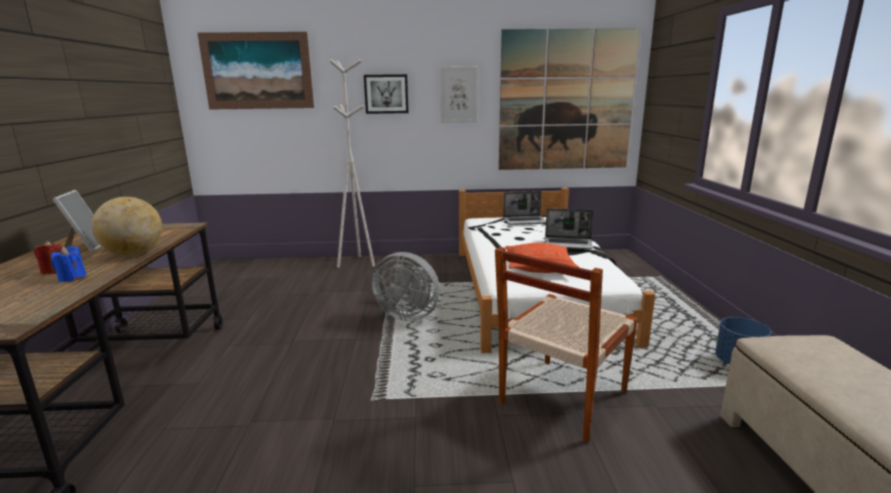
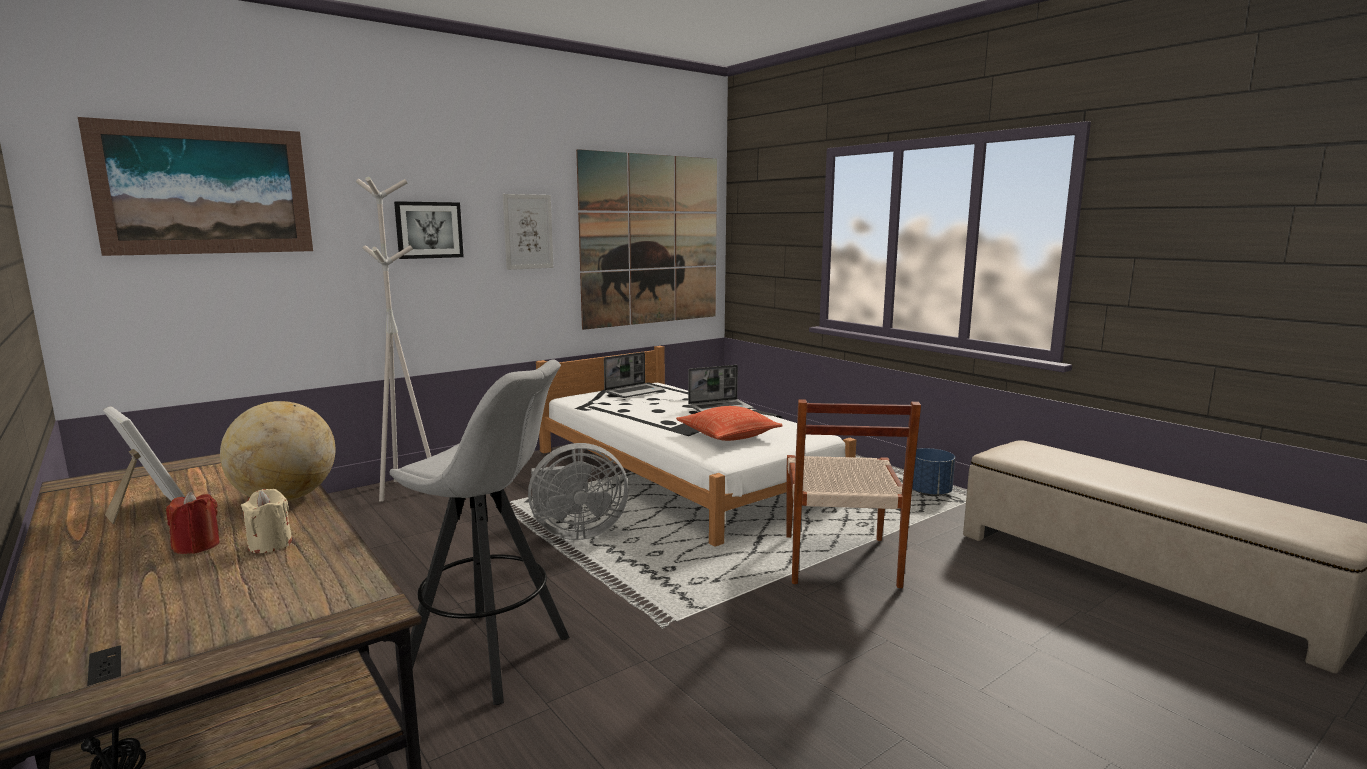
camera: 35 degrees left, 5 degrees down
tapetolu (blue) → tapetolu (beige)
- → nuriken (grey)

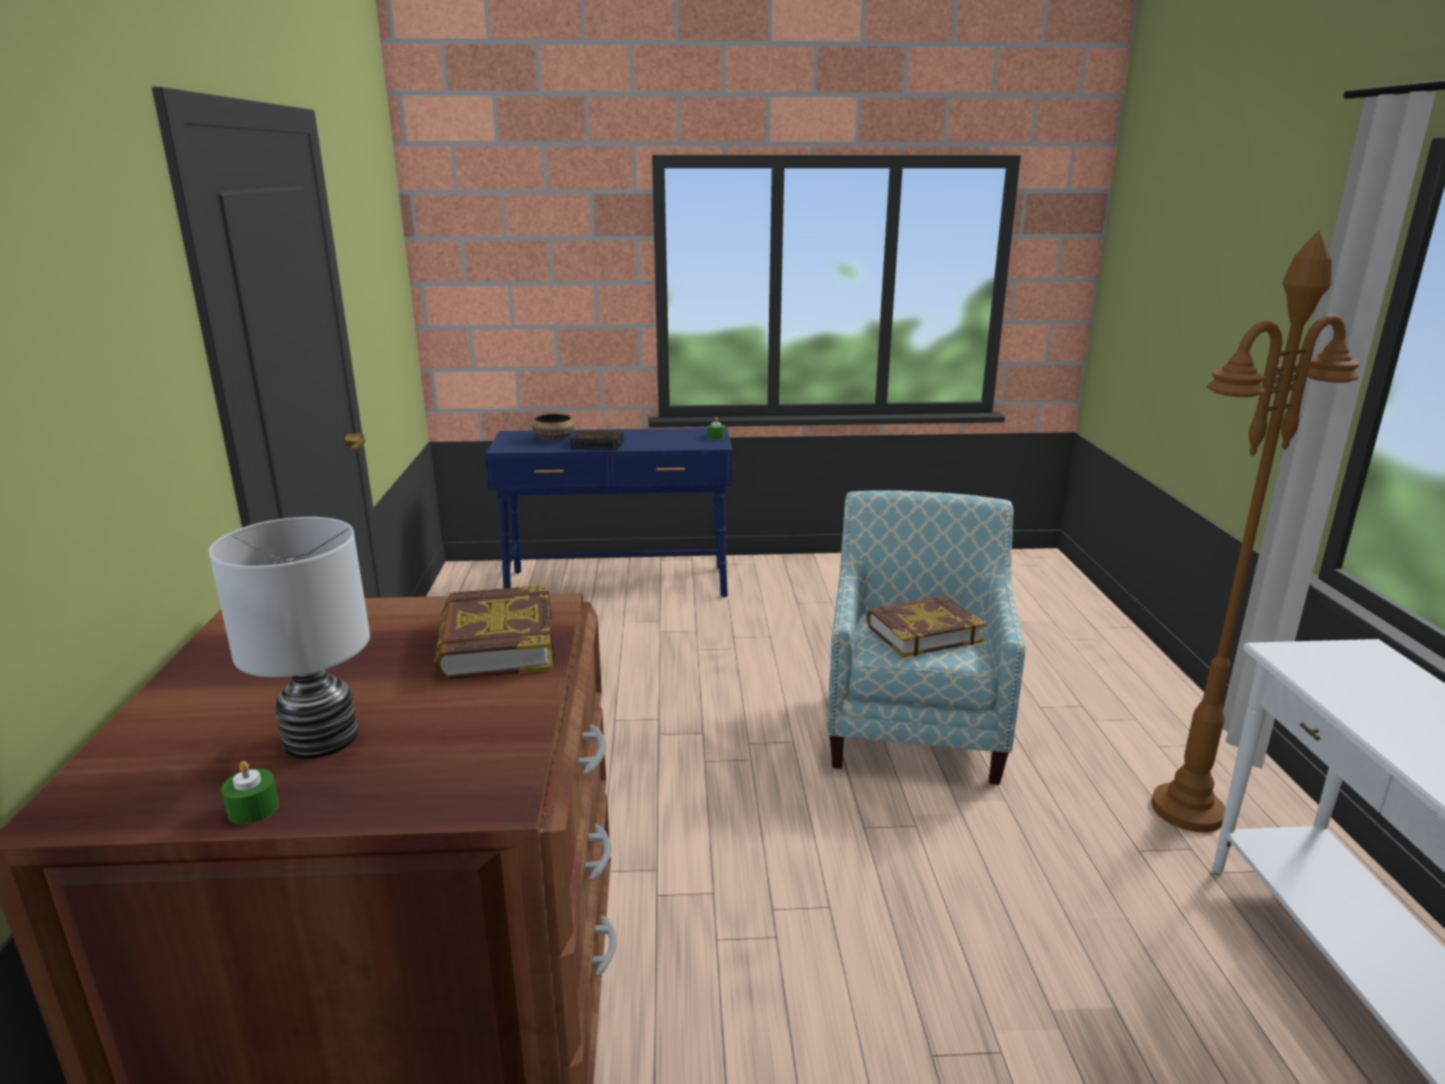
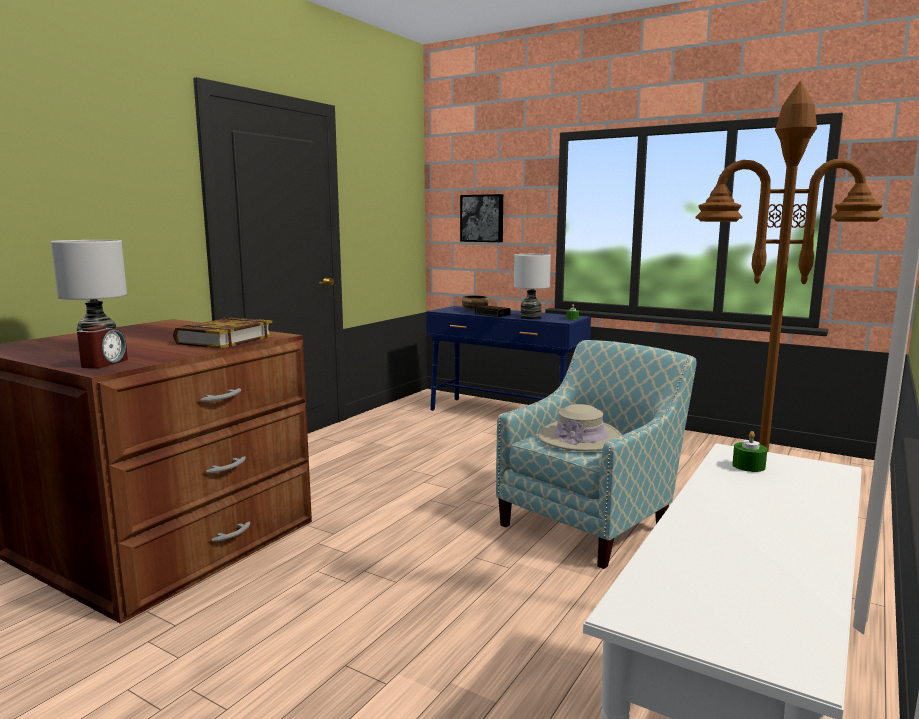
camera: 35 degrees right, 10 degrees down
- → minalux (1st from left)
- → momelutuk
- → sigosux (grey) (2nd from left)
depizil (2nd from left) → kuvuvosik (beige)
tapetolu (green) (1st from left in the first image) → tapetolu (green) (2nd from left), moved

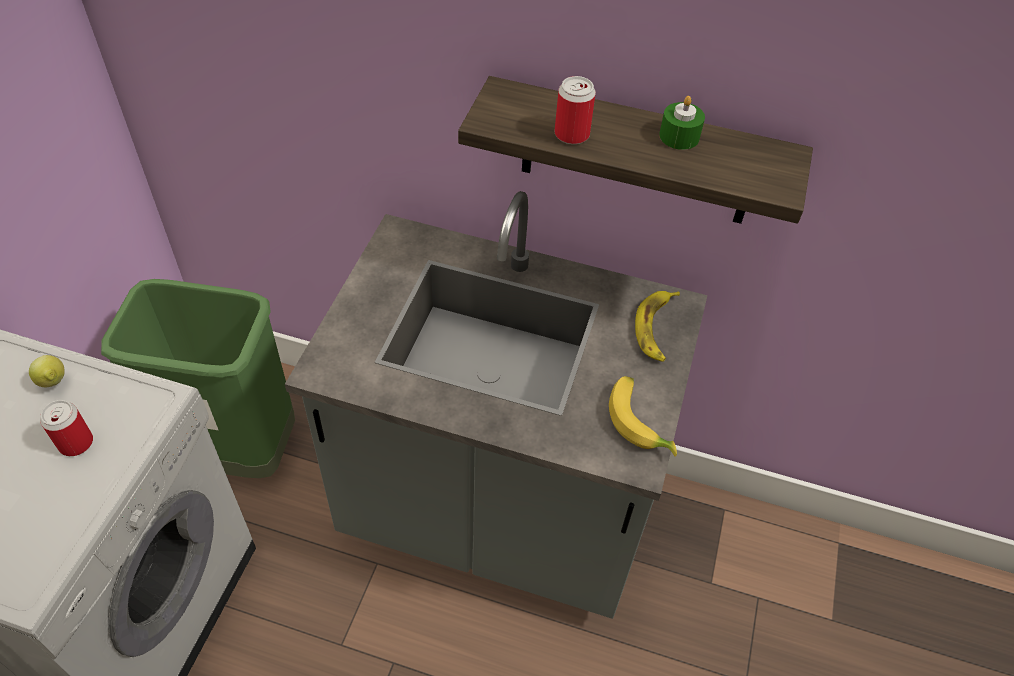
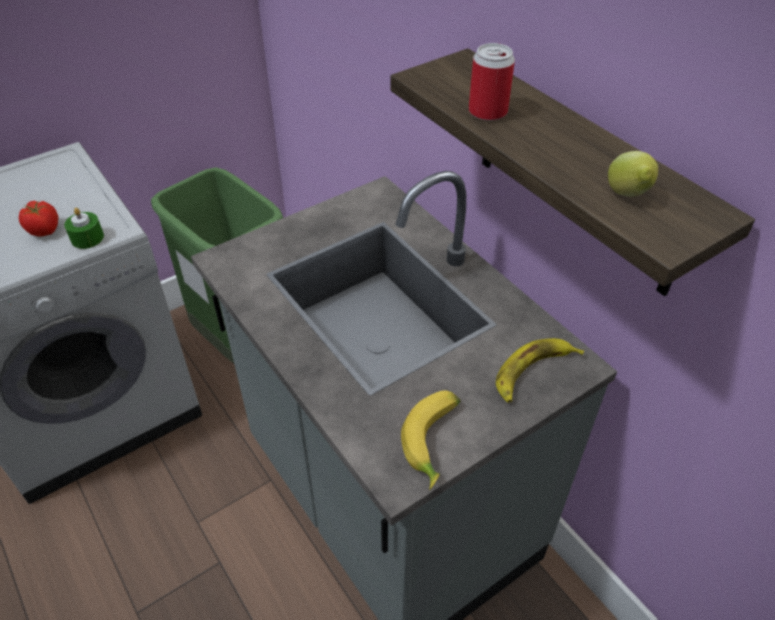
camera: 40 degrees right, 5 degrees down
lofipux (1st from left) → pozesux
tapetolu (green), moved
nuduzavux, moved

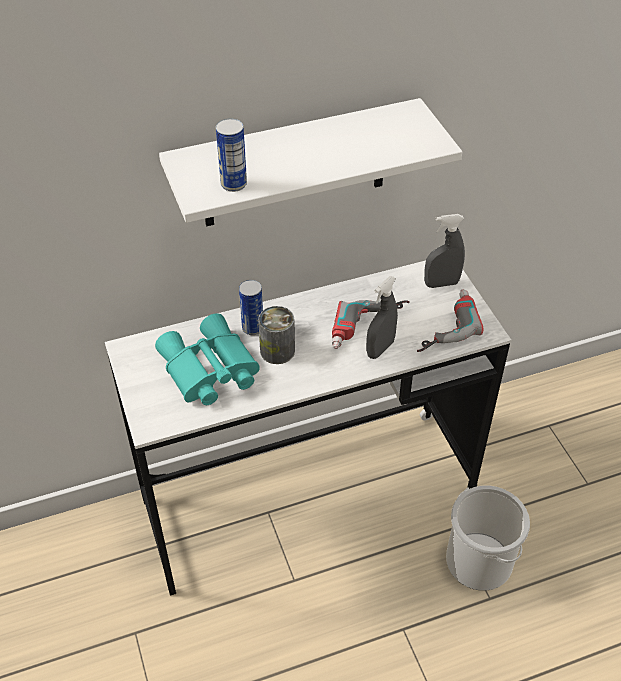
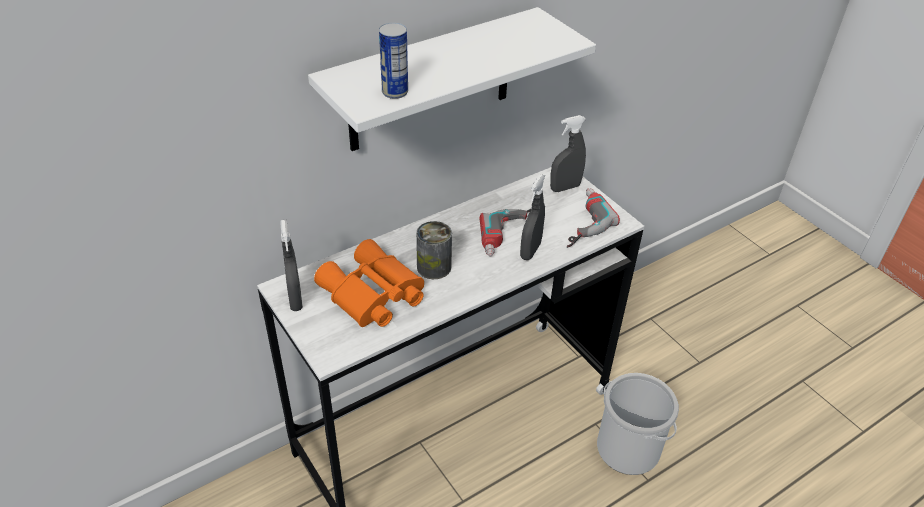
camera: 15 degrees left, 5 degrees down
- → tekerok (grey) (1st from left)
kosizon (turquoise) → kosizon (orange)
lofipux (2nd from left) → -

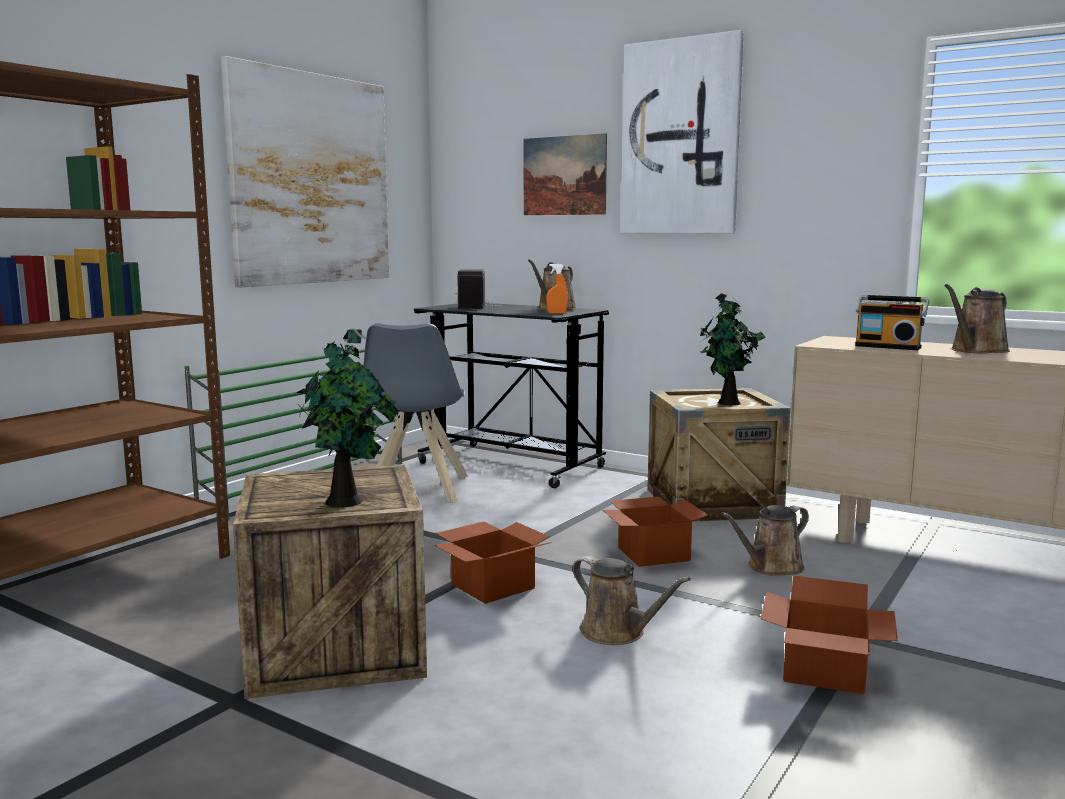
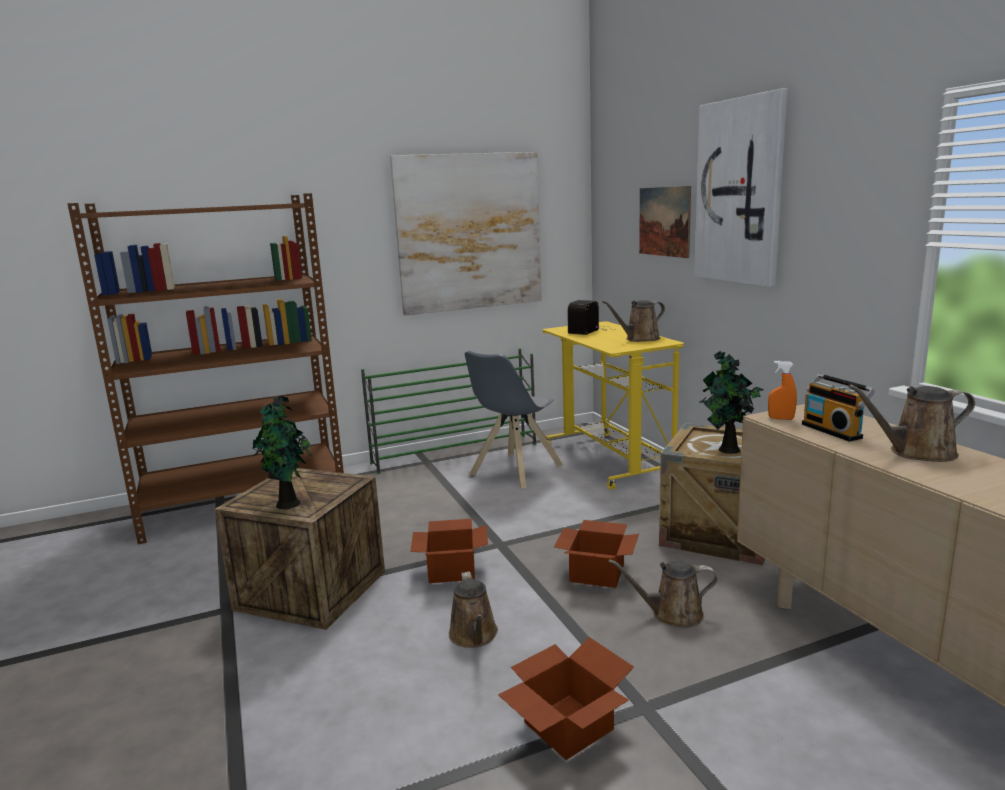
camera: 35 degrees right, 5 degrees up
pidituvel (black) → pidituvel (yellow)
tekerok (orange), moved

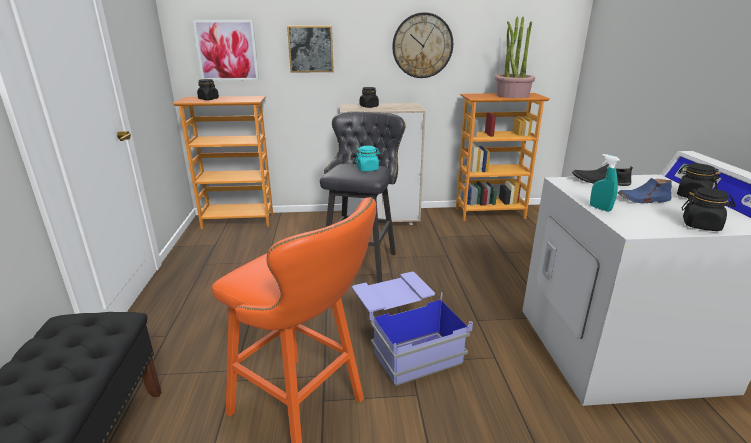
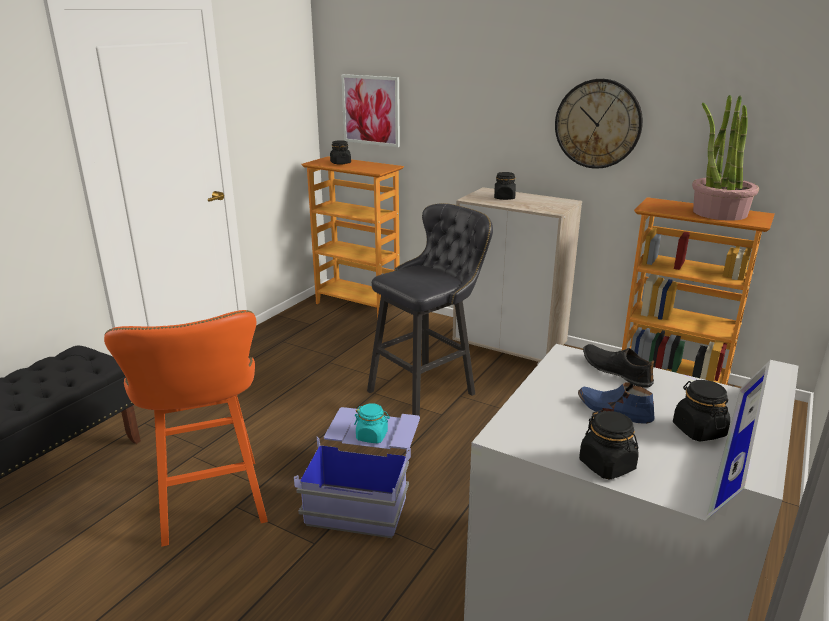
camera: 35 degrees right, 0 degrees up
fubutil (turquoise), moved
momelutuk (2nd from left) → -
tekerok (turquoise) → -

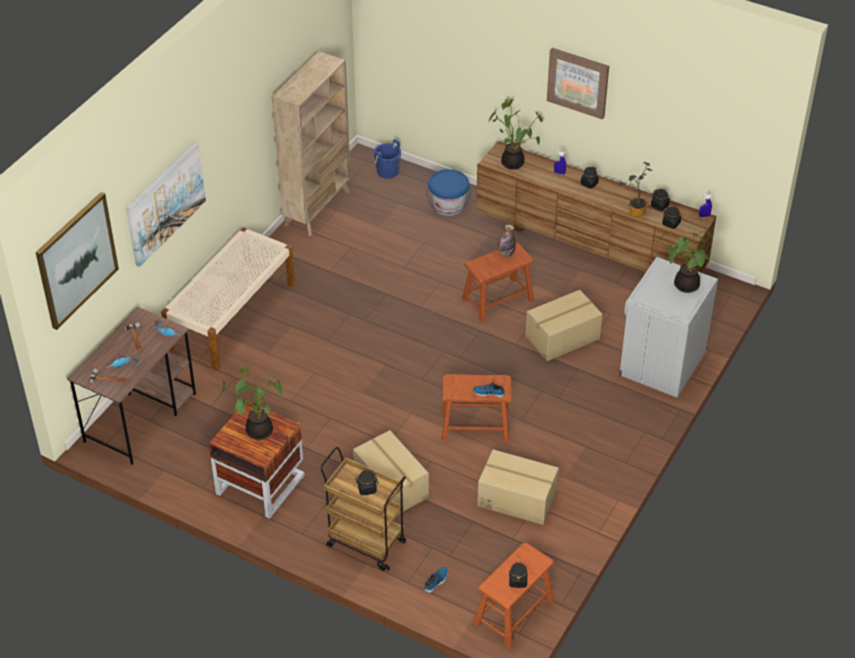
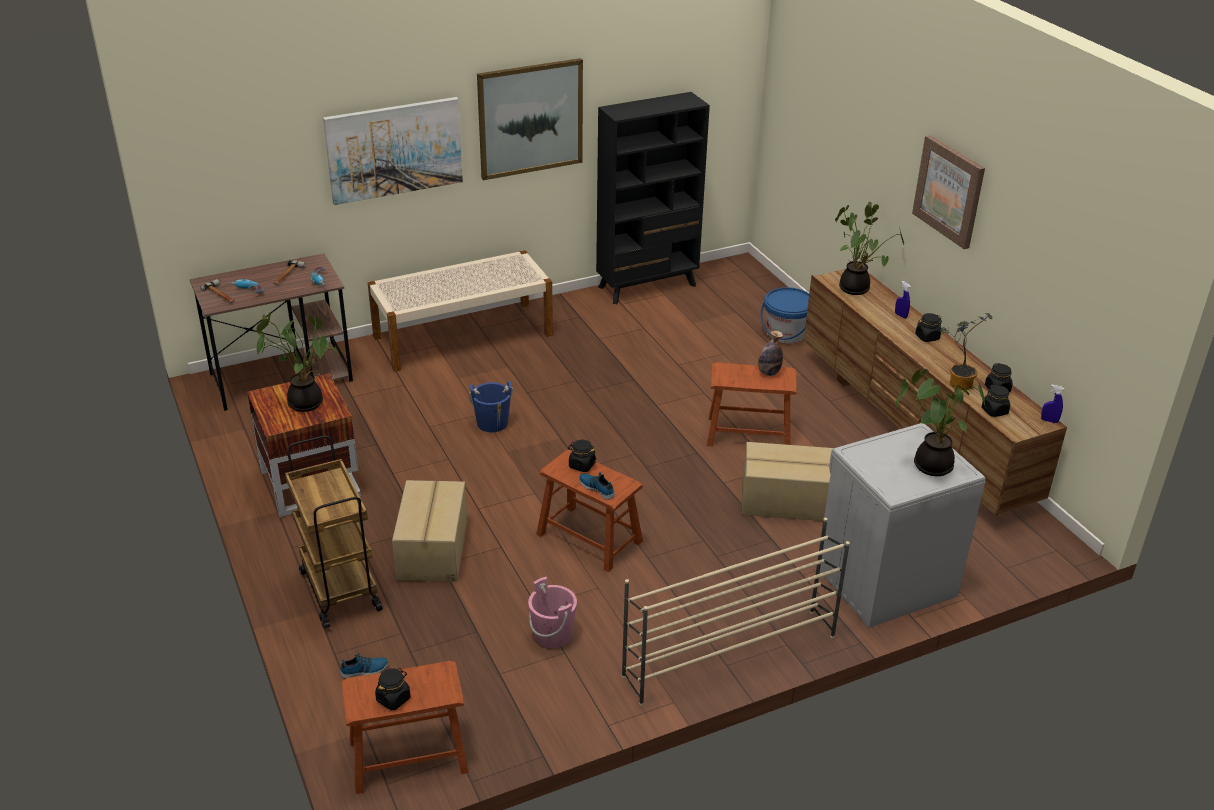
camera: 35 degrees right, 10 degrees down
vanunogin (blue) (1st from left), moved
momelutuk (1st from left in the first image) → momelutuk (2nd from left), moved
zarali (2nd from left) → vanunogin (pink)
fubutil (black) (1st from left in the first image) → fubutil (black) (2nd from left), moved
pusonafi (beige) → pusonafi (black)
- → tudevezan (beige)

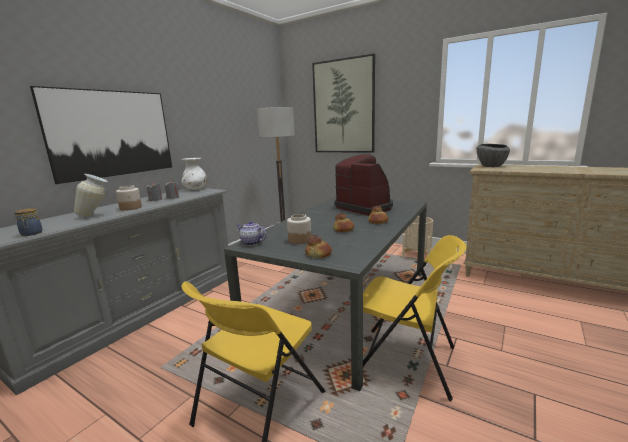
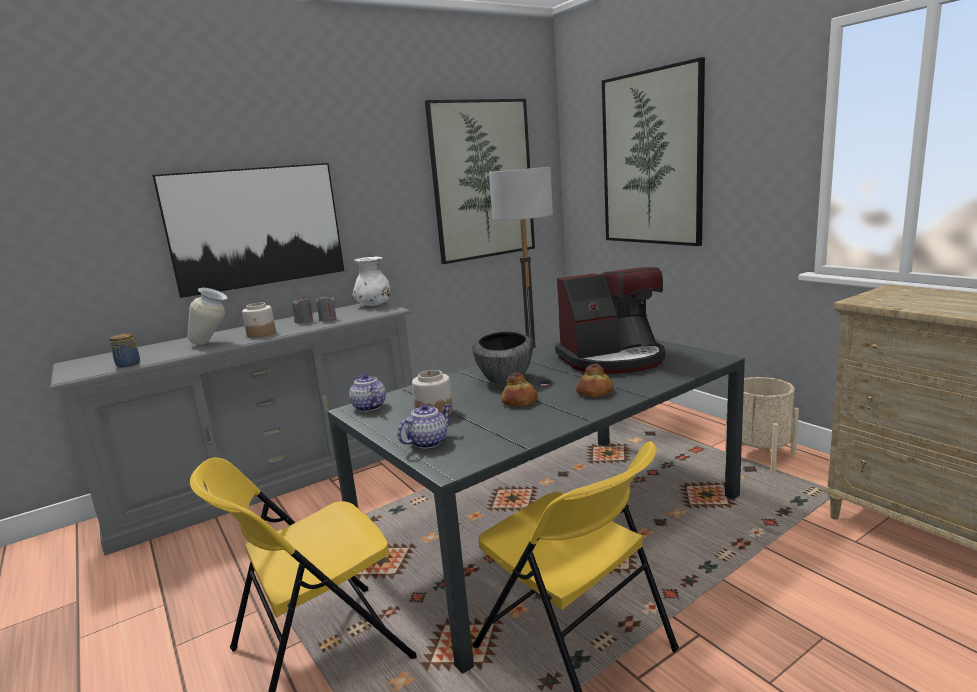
camera: 25 degrees right, 0 degrees up
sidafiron (1st from left) → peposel (2nd from left)
- → momelutuk (2nd from left)
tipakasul, moved
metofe, 90 degrees clockwise

